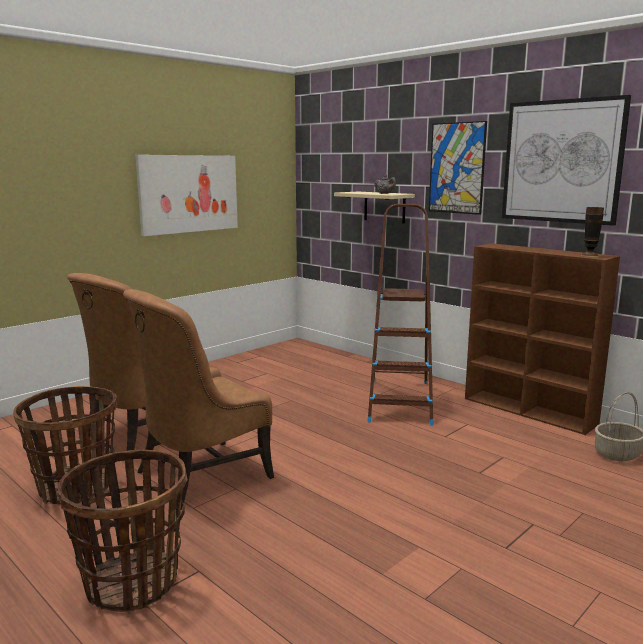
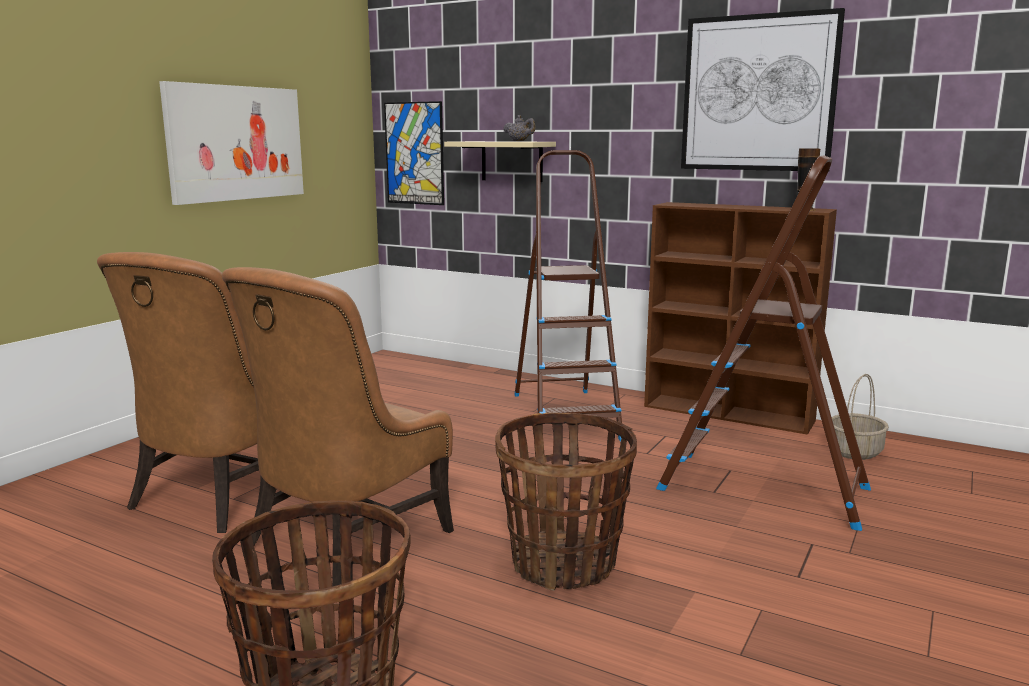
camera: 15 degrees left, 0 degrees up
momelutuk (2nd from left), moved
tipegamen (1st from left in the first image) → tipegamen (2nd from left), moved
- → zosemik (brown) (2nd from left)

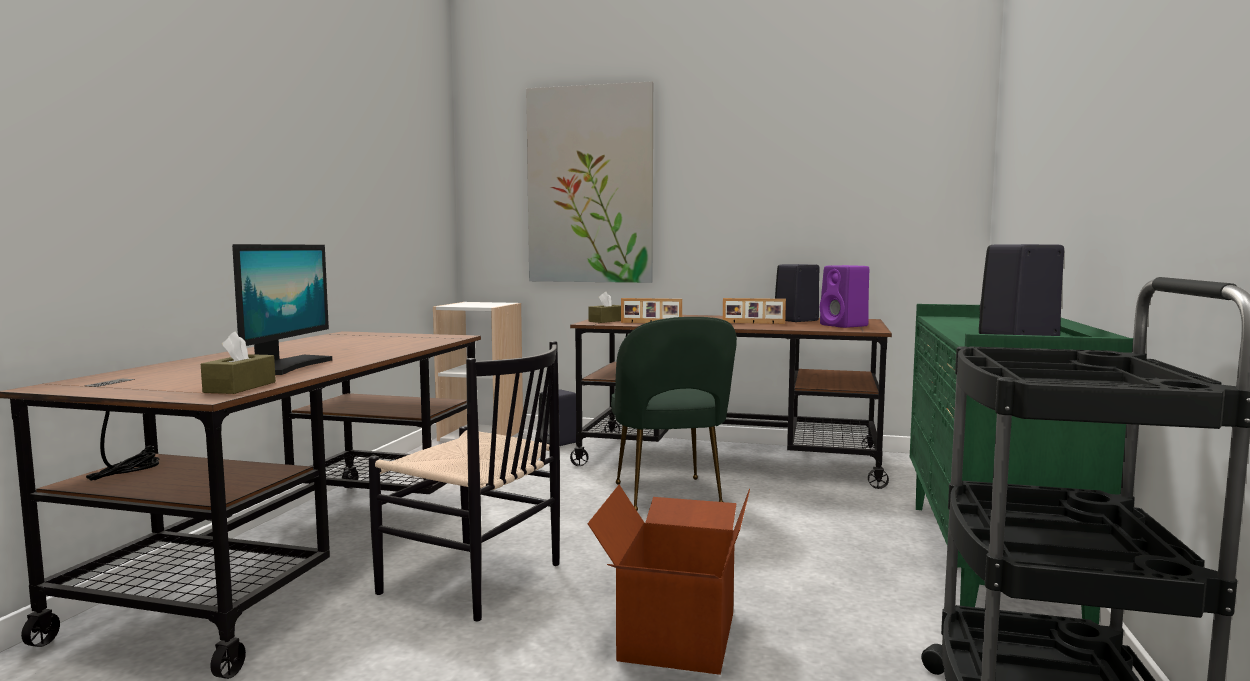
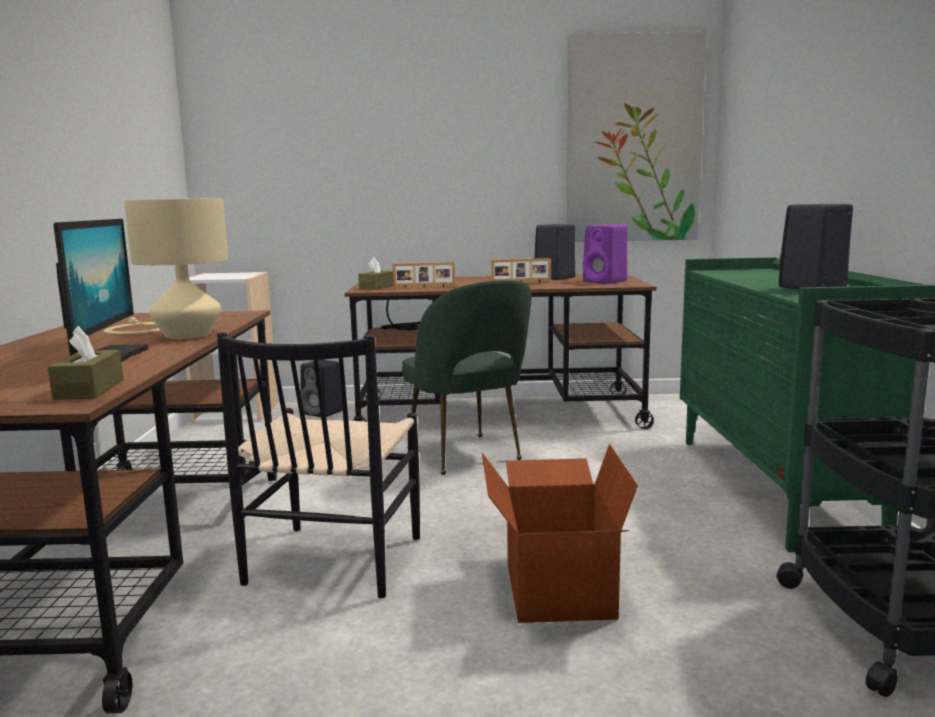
camera: 15 degrees left, 5 degrees up
- → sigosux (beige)
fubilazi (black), 90 degrees clockwise
momelutuk, moved

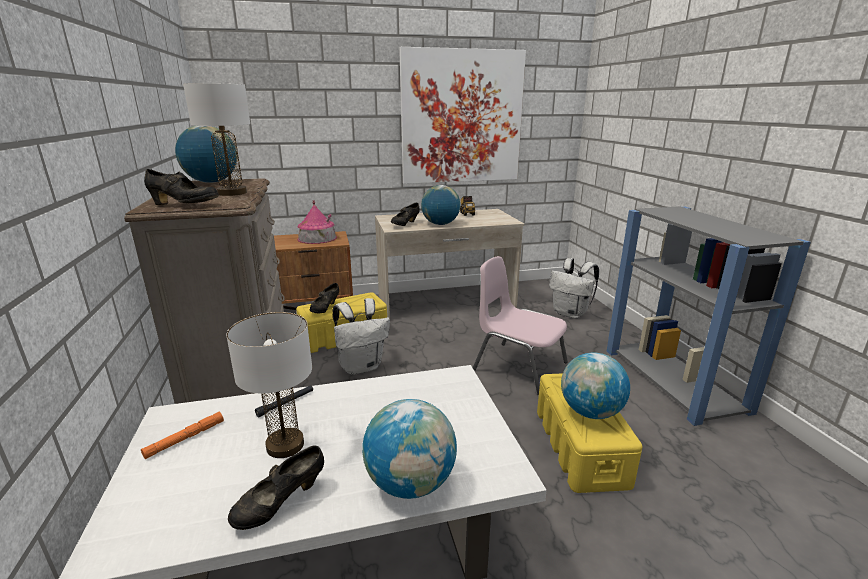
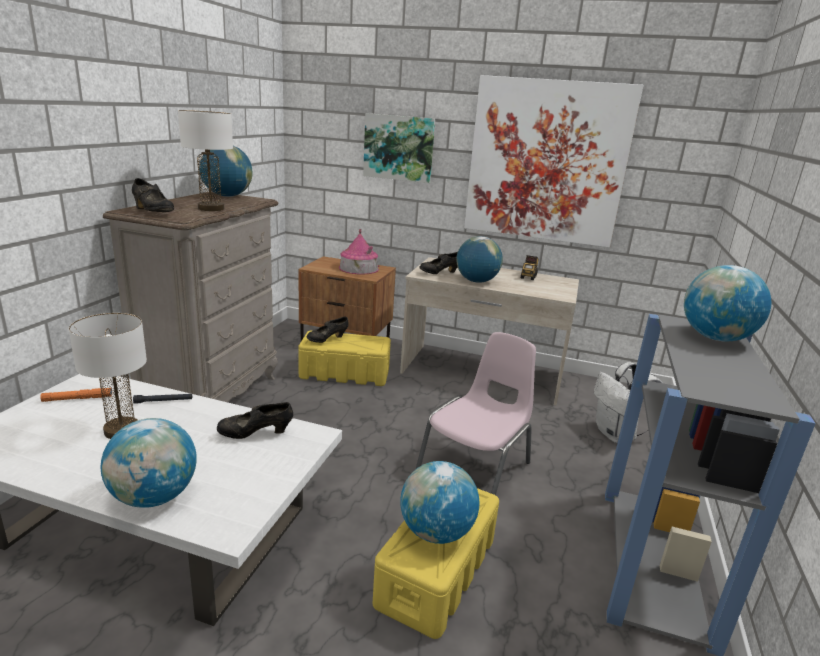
camera: 30 degrees right, 0 degrees up
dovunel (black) (2nd from left), moved
- → momelutuk (1st from left)
fubilazi (pink), 60 degrees clockwise
- → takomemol (5th from left)
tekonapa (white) (1st from left) → -

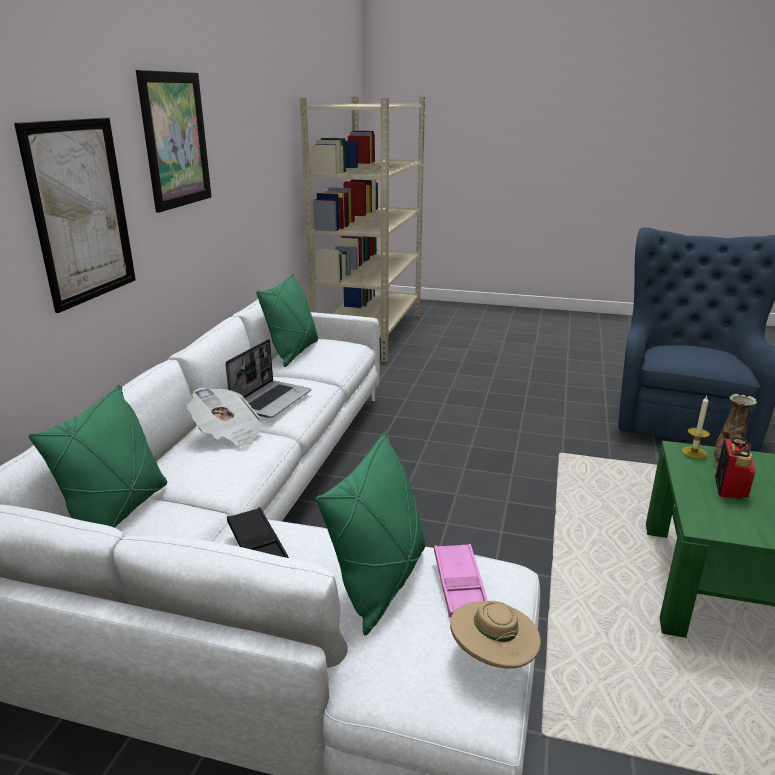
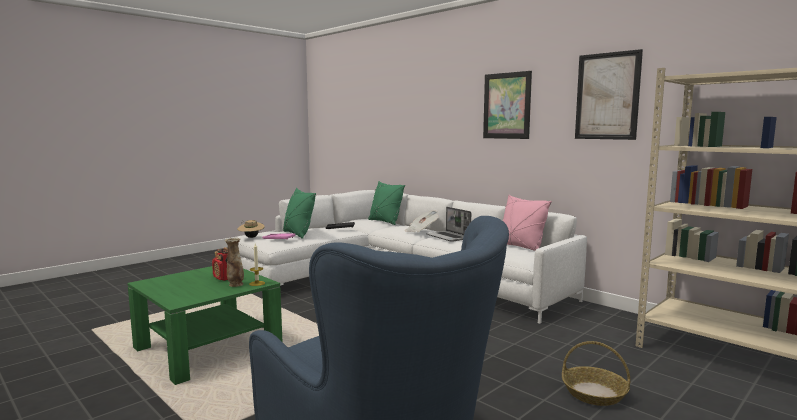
camera: 120 degrees right, 15 degrees down
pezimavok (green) (2nd from left) → pezimavok (pink)
- → tipegamen
momelutuk (1st from left in the first image) → momelutuk (2nd from left), moved

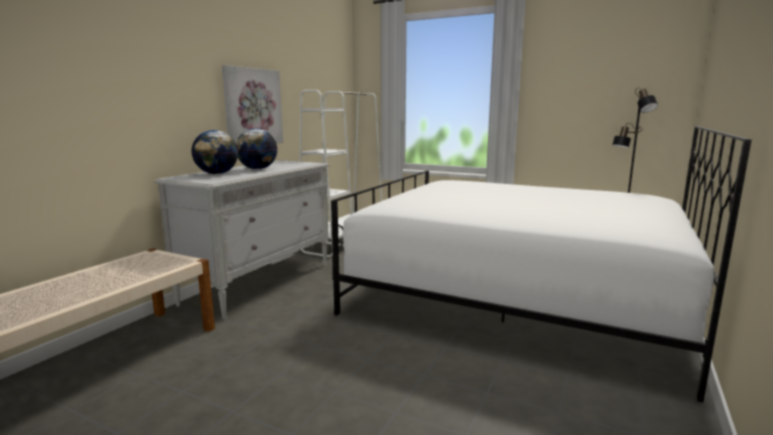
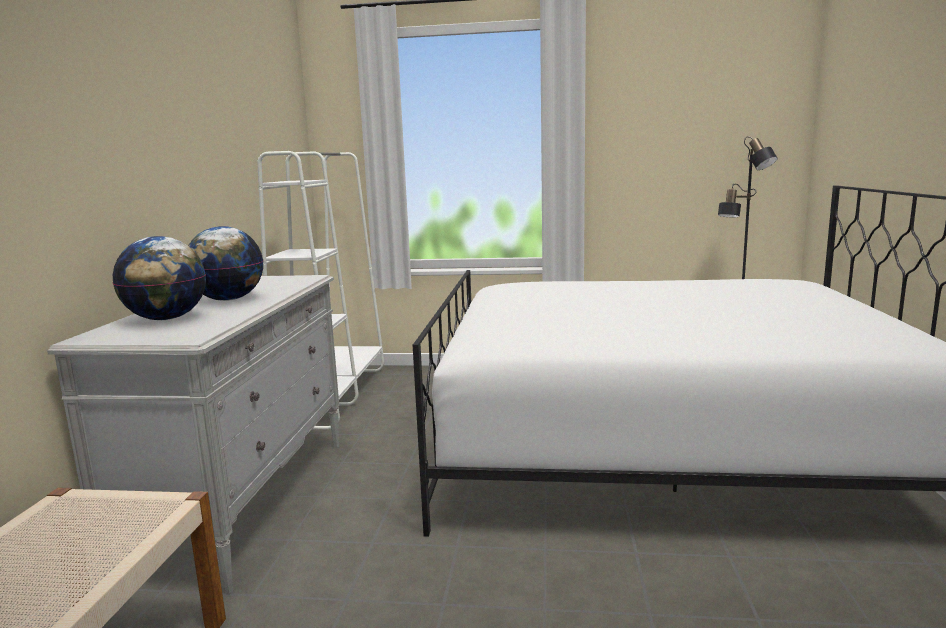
camera: 20 degrees left, 0 degrees up
momelutuk → -

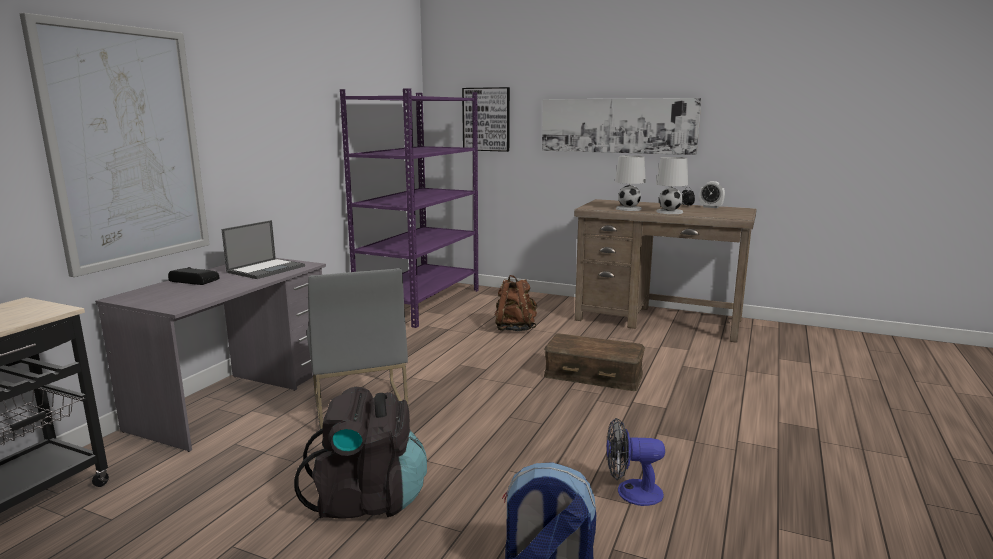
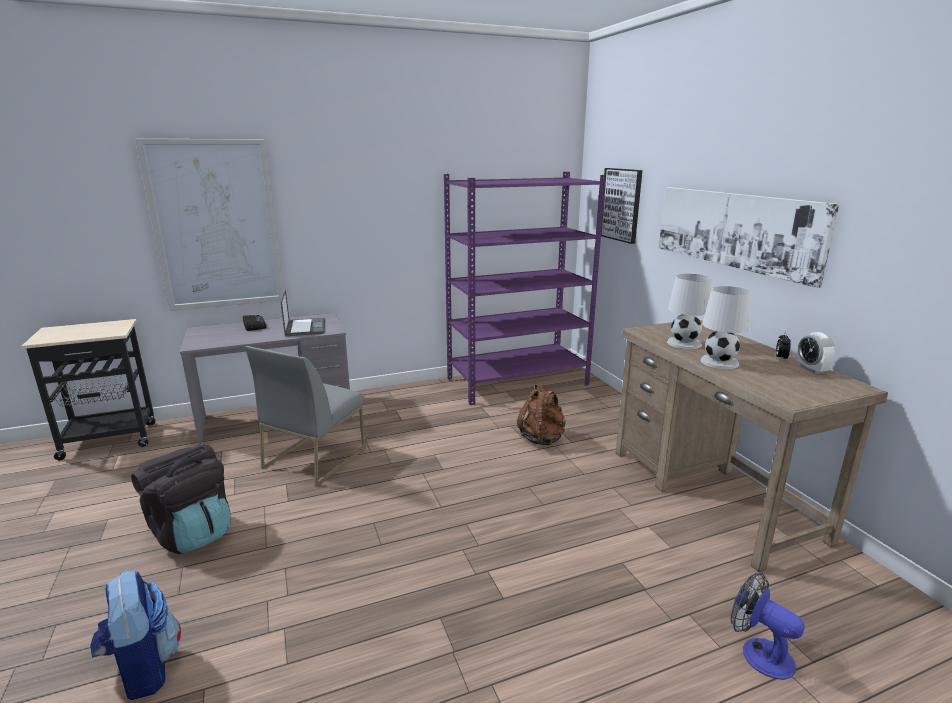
camera: 45 degrees right, 5 degrees up
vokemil, 90 degrees counterclockwise
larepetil, moved
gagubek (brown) → -

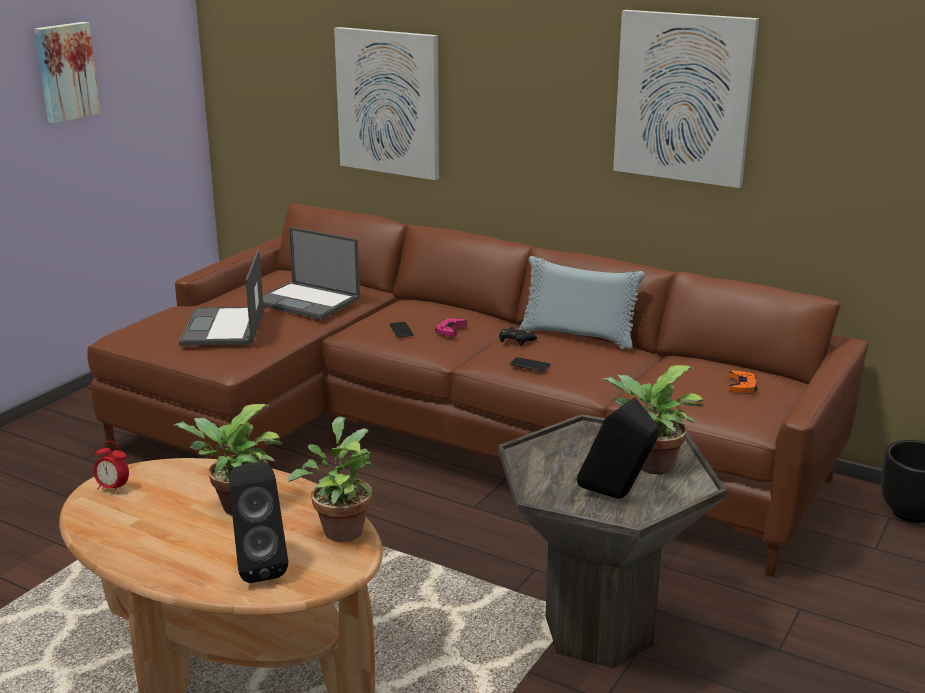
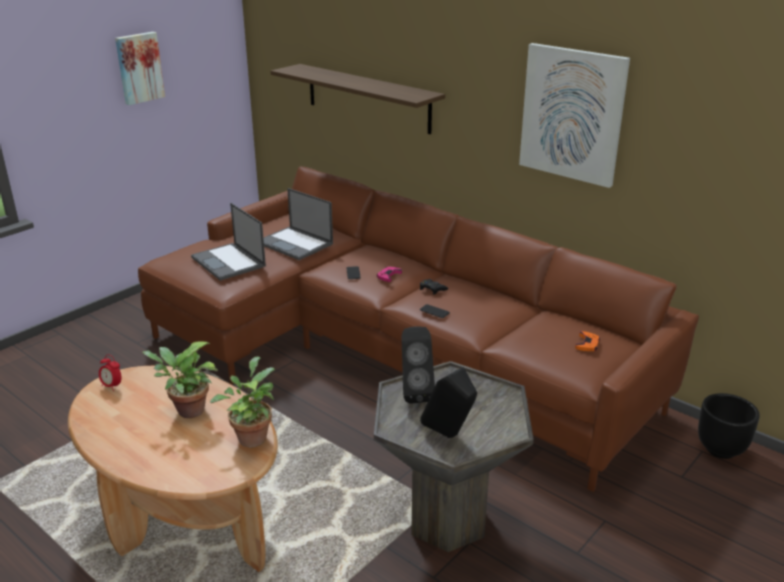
camera: 10 degrees right, 5 degrees up
vokemil (1st from left), 45 degrees counterclockwise
momelutuk (2nd from left) → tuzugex
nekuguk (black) (1st from left), moved
pezimavok (blue) → -
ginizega (3rd from left) → -

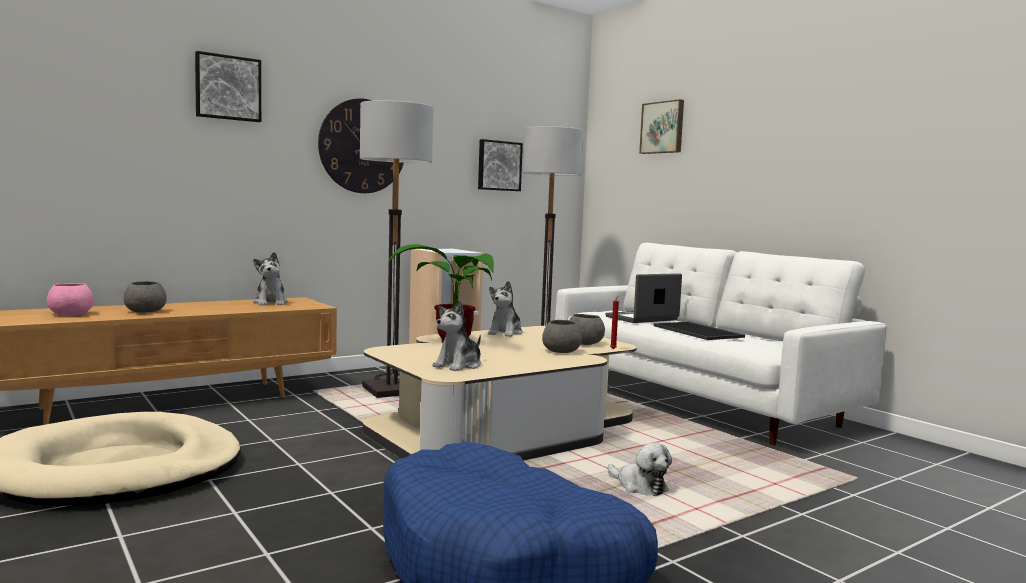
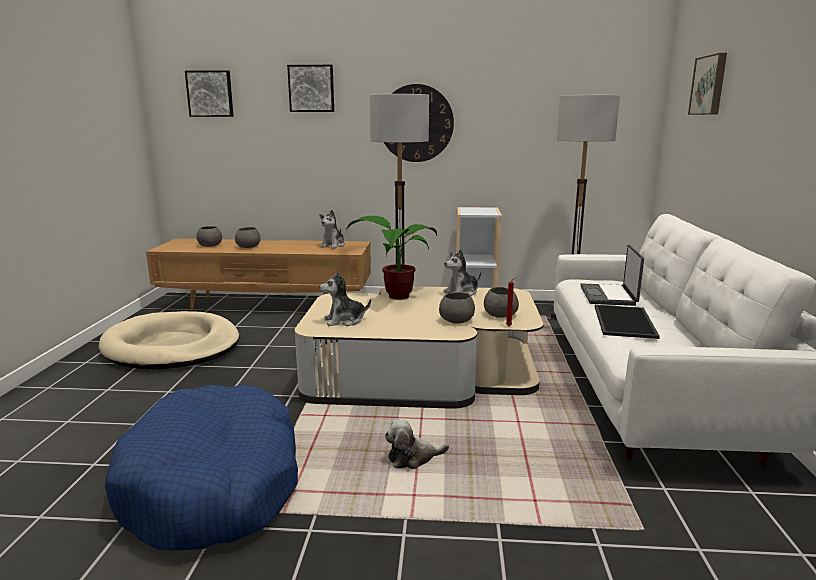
camera: 40 degrees right, 10 degrees up
momelutuk (2nd from left in the first image) → momelutuk (1st from left), moved
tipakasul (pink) → tipakasul (grey) (1st from left)
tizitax (4th from left in the first image) → tizitax (3rd from left), 75 degrees clockwise
vokemil, 90 degrees counterclockwise

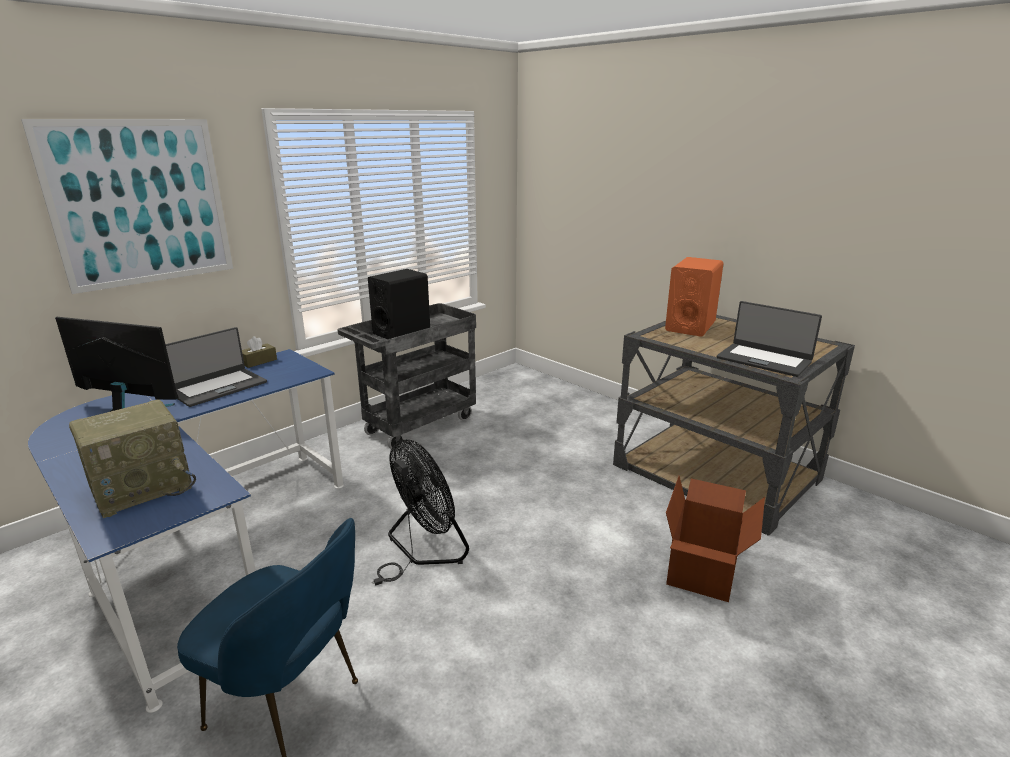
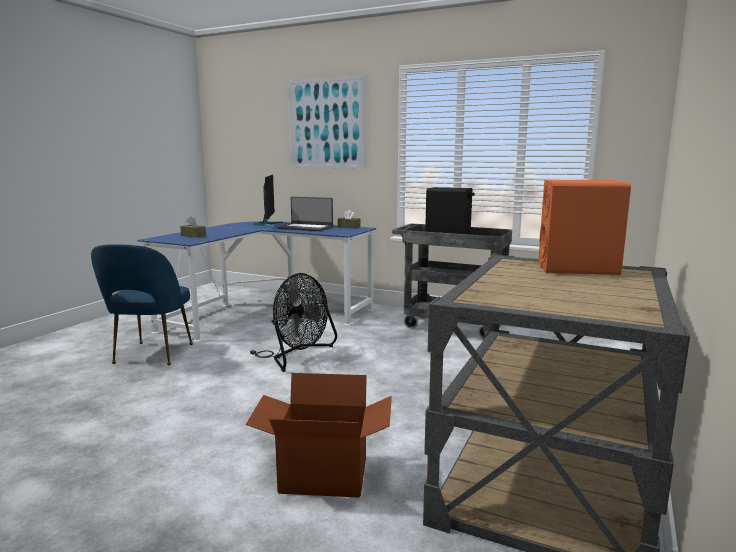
camera: 70 degrees right, 10 degrees down
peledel → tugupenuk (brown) (1st from left)
vokemil (2nd from left) → -

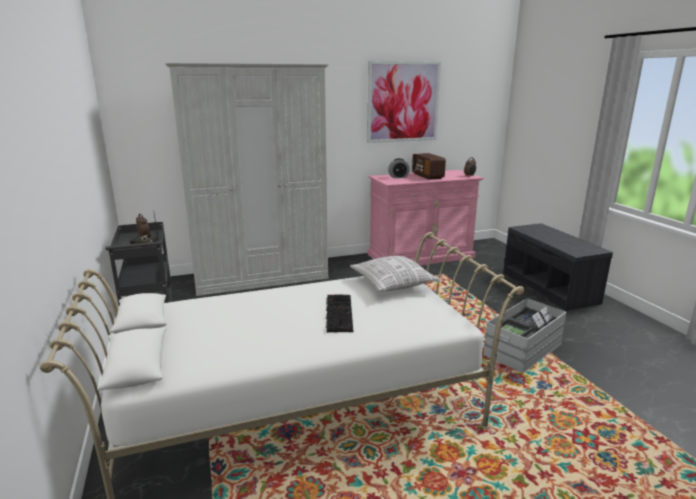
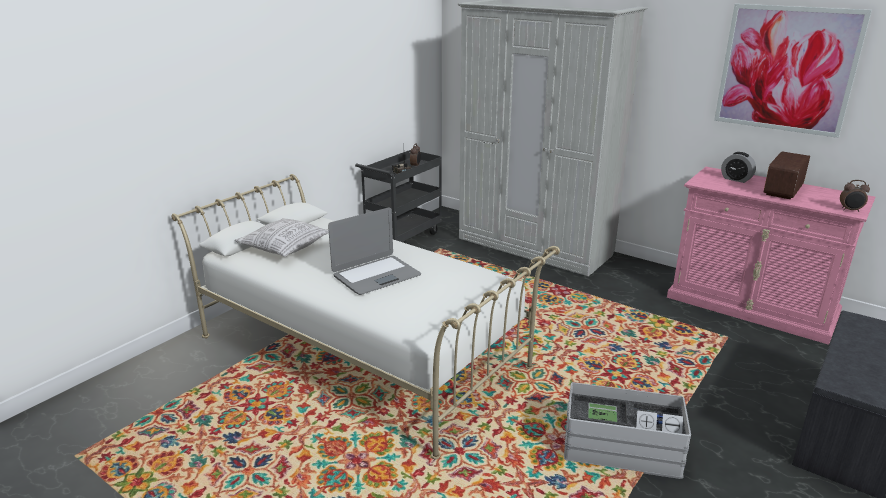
camera: 55 degrees right, 5 degrees up
pezimavok, moved
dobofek → vokemil

